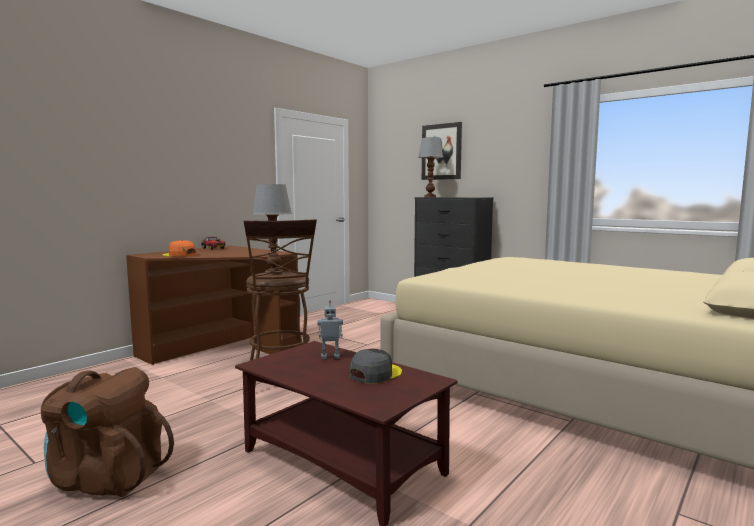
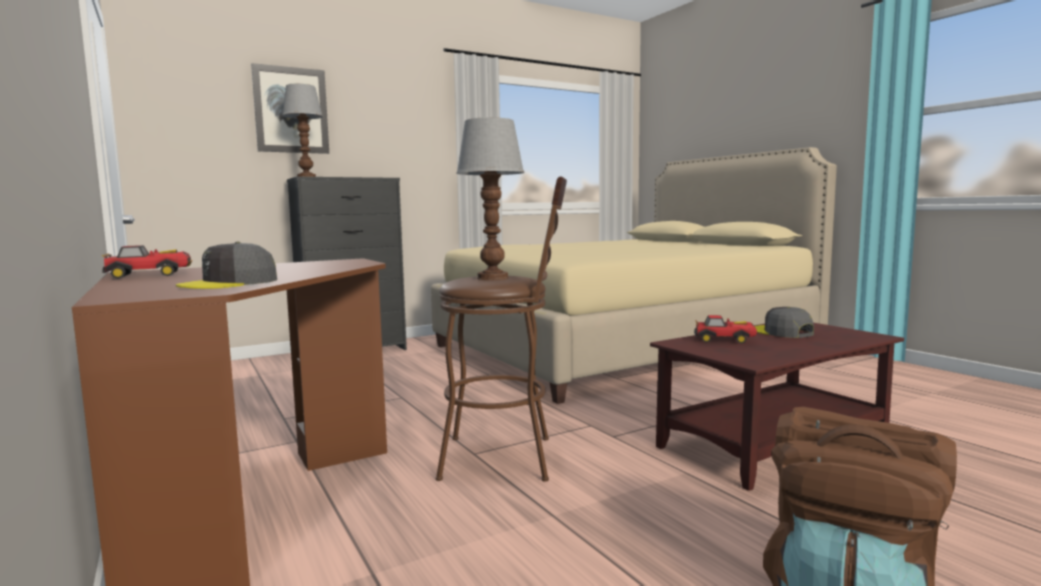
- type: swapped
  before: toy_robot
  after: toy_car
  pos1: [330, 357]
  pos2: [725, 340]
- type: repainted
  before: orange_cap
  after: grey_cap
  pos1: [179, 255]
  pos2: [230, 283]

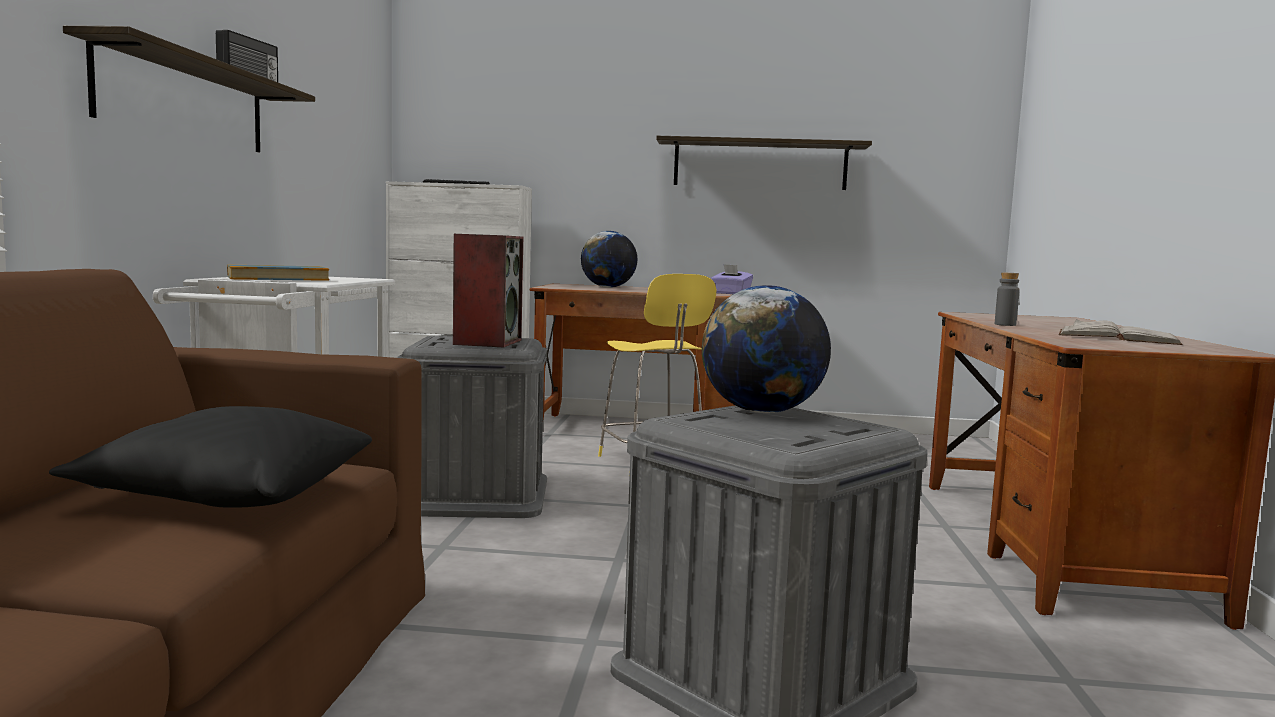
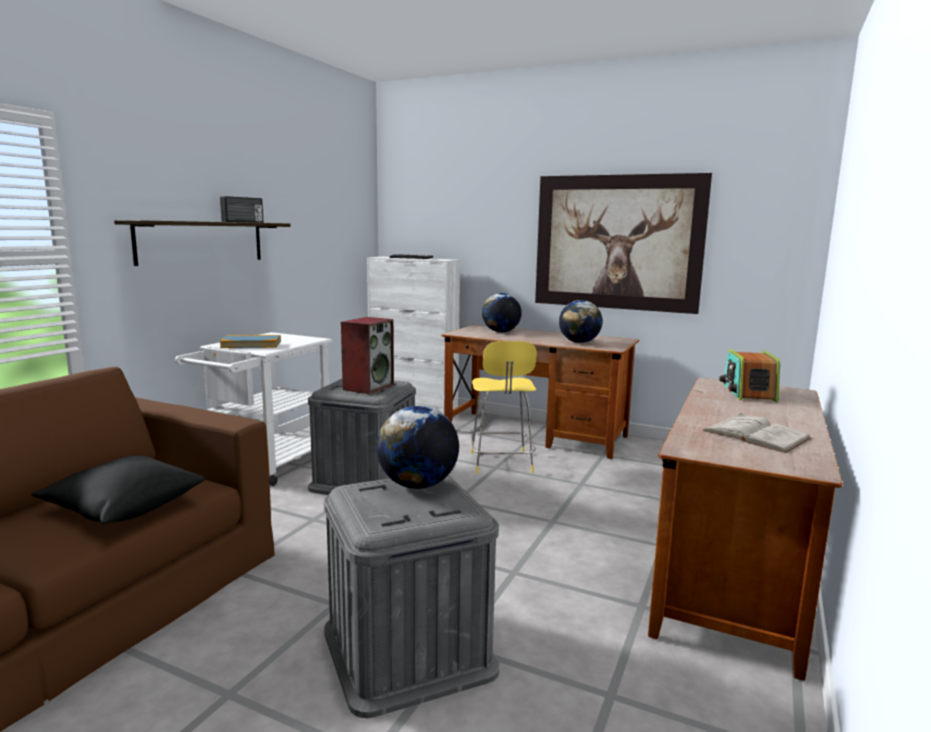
- type: gone
  before: grey_bottle
  pos1: [1005, 324]
- type: new
  after: radio
  pos2: [748, 393]
- type: swapped
  before: shelf
  after: picture
  pos1: [760, 165]
  pos2: [617, 242]
- type: swapped
  before: purple_tissue_box
  after: globe
  pos1: [730, 293]
  pos2: [579, 342]

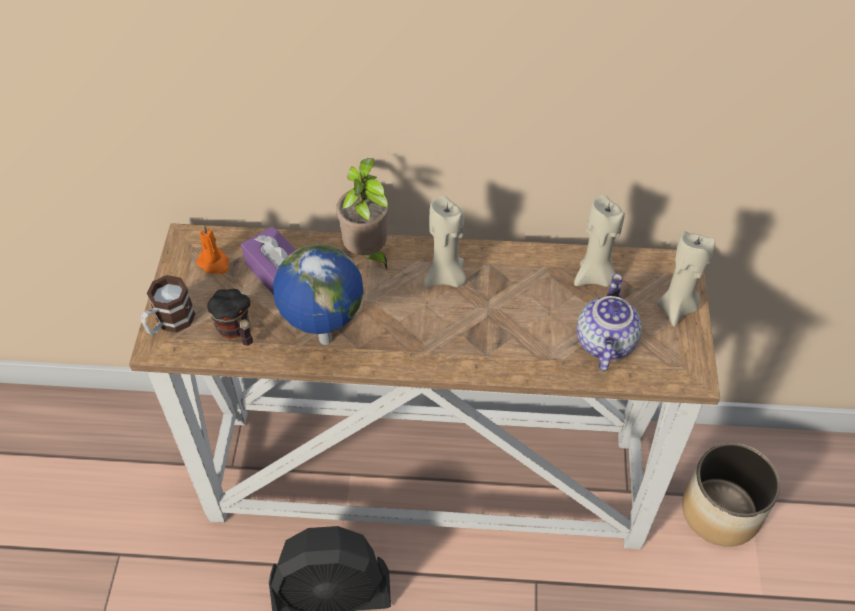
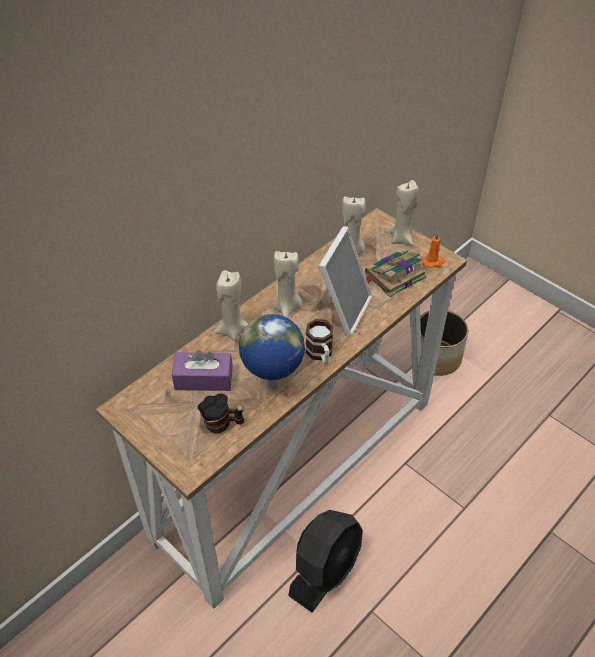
- type: new
  after: picture_frame
  pos2: [341, 310]
- type: shifted
  before: mug
  pos1: [169, 322]
  pos2: [320, 354]
- type: shifted
  before: orange_candle
  pos1: [214, 263]
  pos2: [433, 262]
- type: swapped
  before: potted_plant
  after: beige_candle
  pos1: [367, 253]
  pos2: [232, 330]
- type: swapped
  before: teapot
  after: book
  pos1: [603, 341]
  pos2: [394, 276]

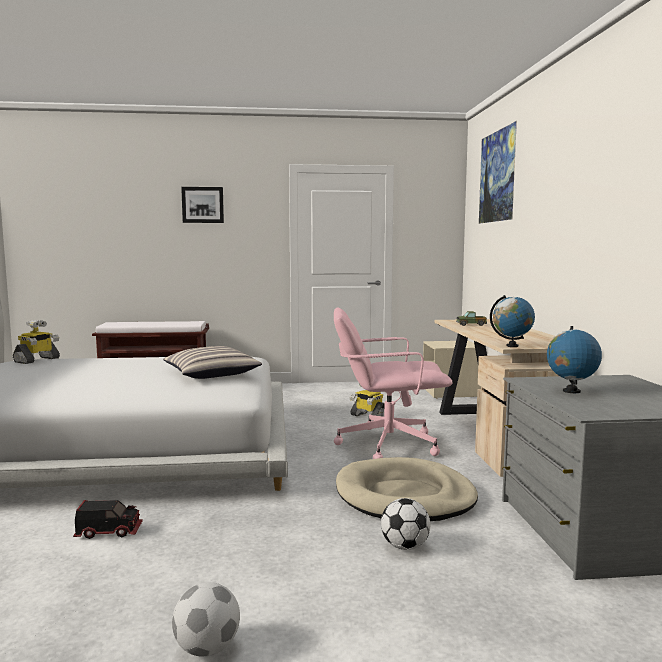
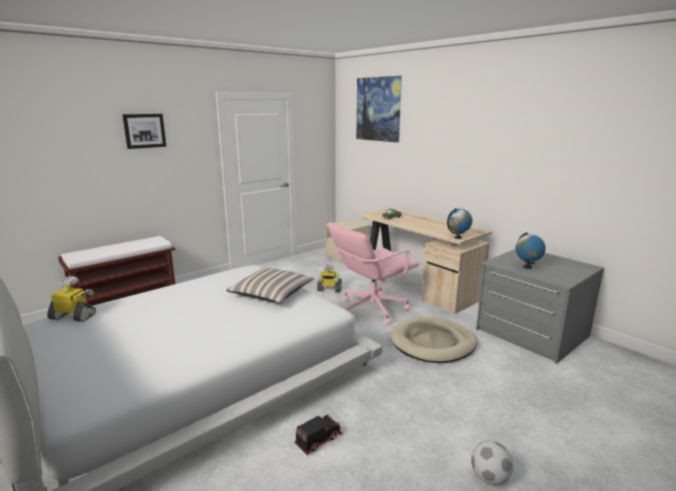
- type: gone
  before: football
  pos1: [405, 546]
- type: rotated
  before: toy_robot
  pos1: [37, 360]
  pos2: [73, 316]
  turn: -75

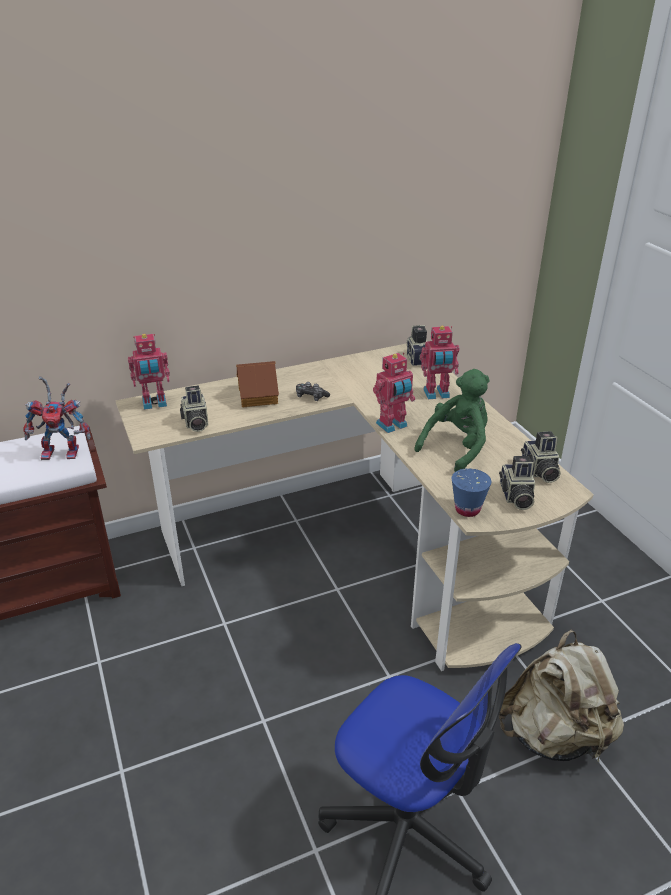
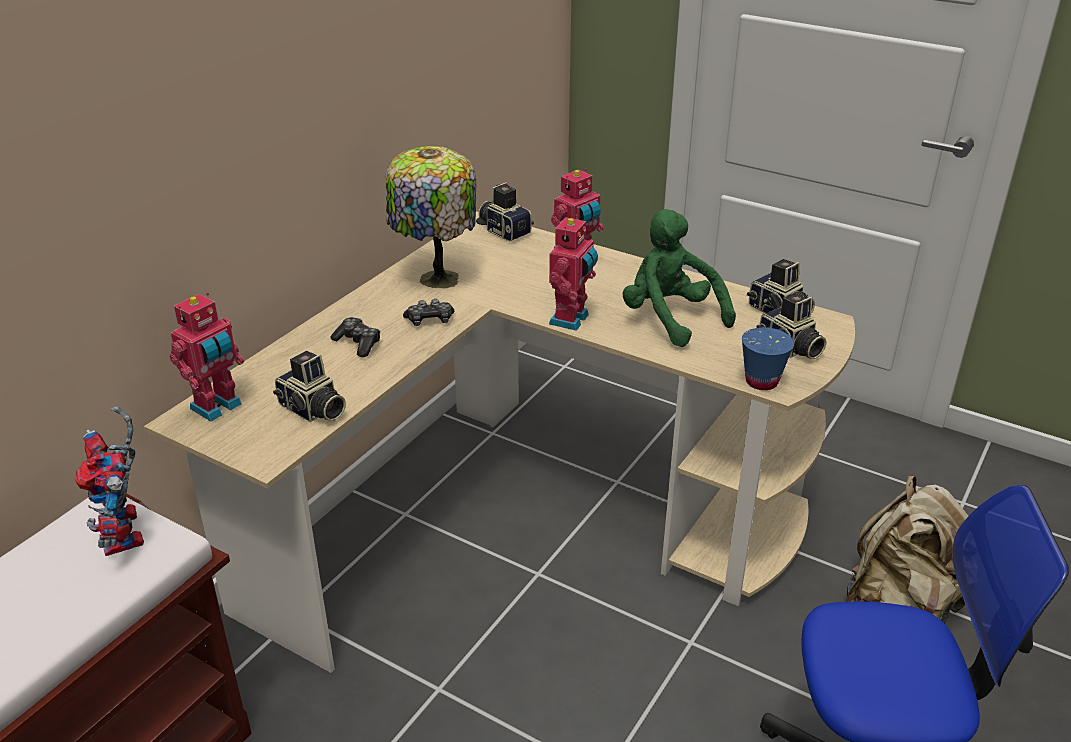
- type: new
  after: table_lamp
  pos2: [436, 280]
- type: swapped
  before: toy_house
  after: game_controller
  pos1: [258, 396]
  pos2: [358, 343]
- type: rotated
  before: toy_robot
  pos1: [65, 451]
  pos2: [127, 535]
  turn: 105
- type: rotated
  before: green_plush_toy
  pos1: [457, 447]
  pos2: [670, 318]
  turn: -45

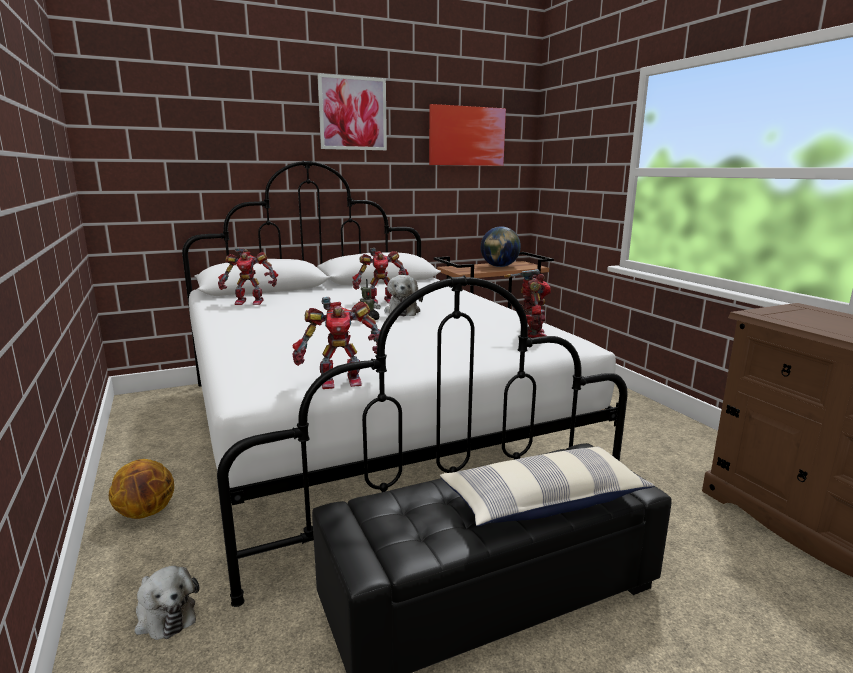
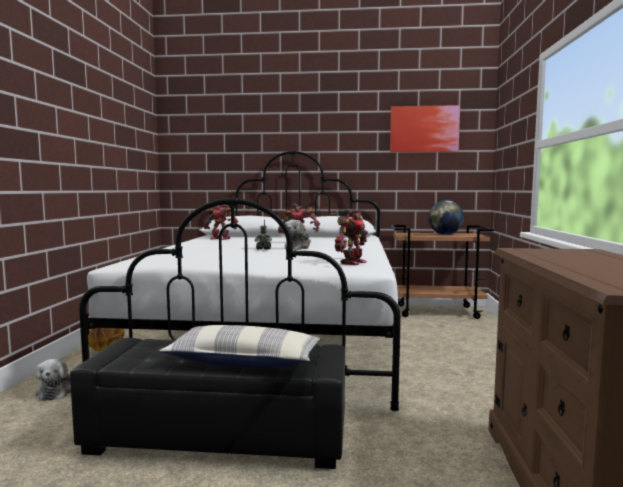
- type: gone
  before: toy_robot
  pos1: [340, 380]
- type: gone
  before: picture
  pos1: [352, 113]

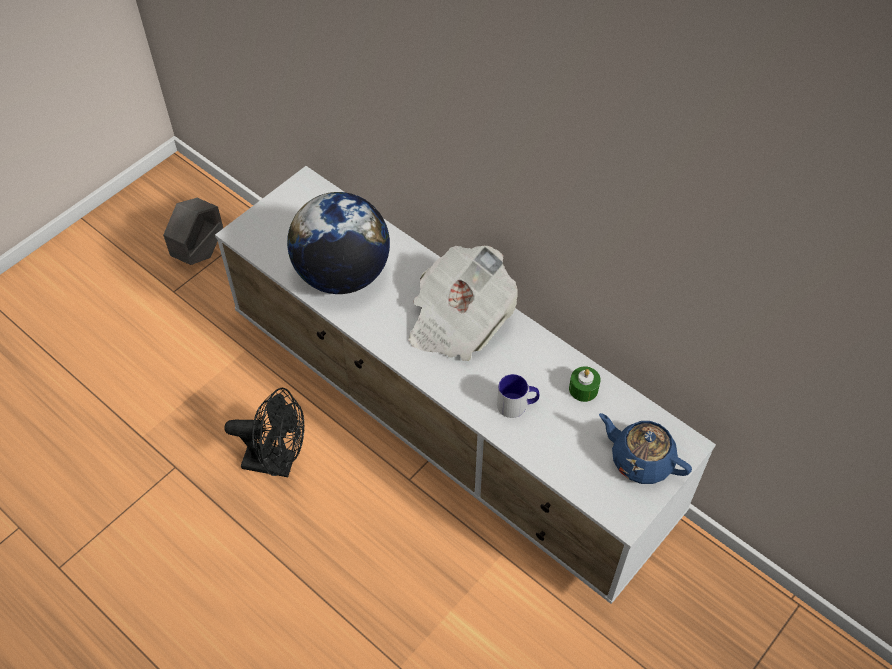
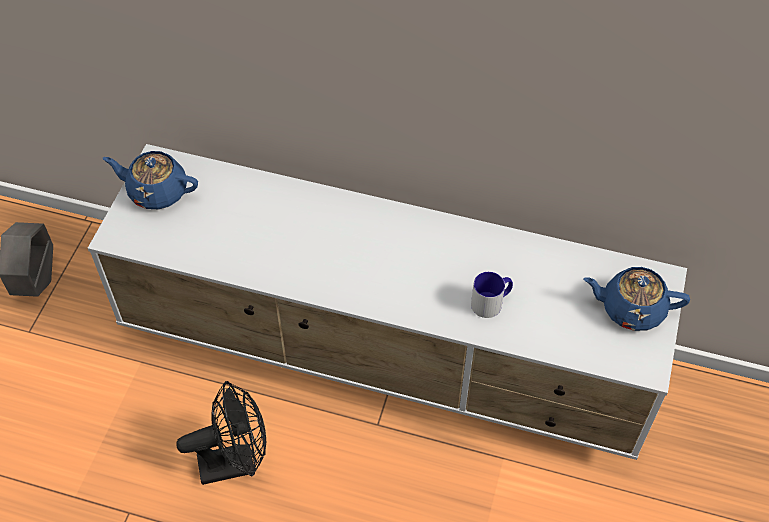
- type: gone
  before: globe
  pos1: [342, 275]
- type: gone
  before: newspaper
  pos1: [458, 321]
- type: gone
  before: green_candle
  pos1: [583, 389]
- type: new
  after: blue_teapot
  pos2: [157, 191]

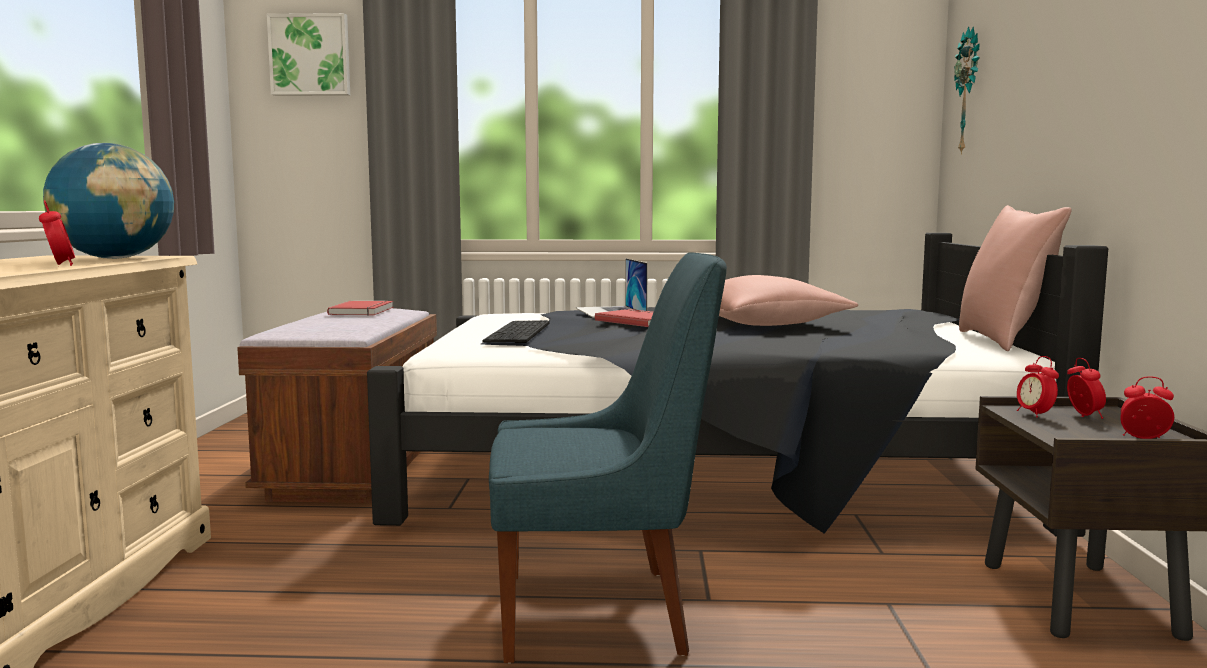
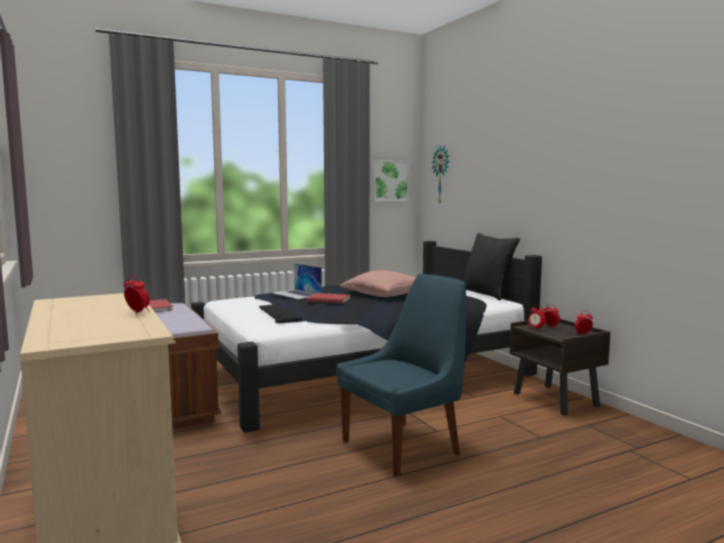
- type: gone
  before: globe
  pos1: [115, 258]
- type: shifted
  before: picture
  pos1: [310, 55]
  pos2: [389, 181]
- type: repainted
  before: pink_pillow
  after: black_pillow
  pos1: [1003, 341]
  pos2: [487, 294]

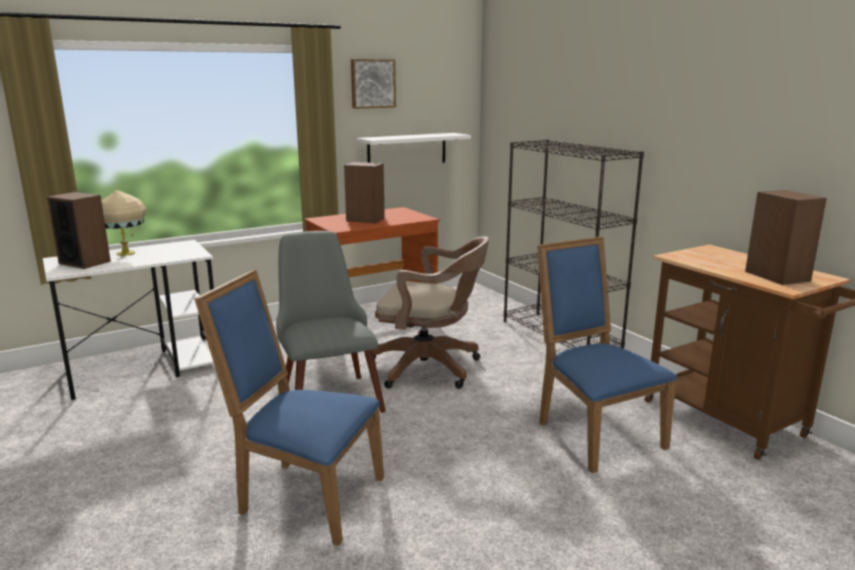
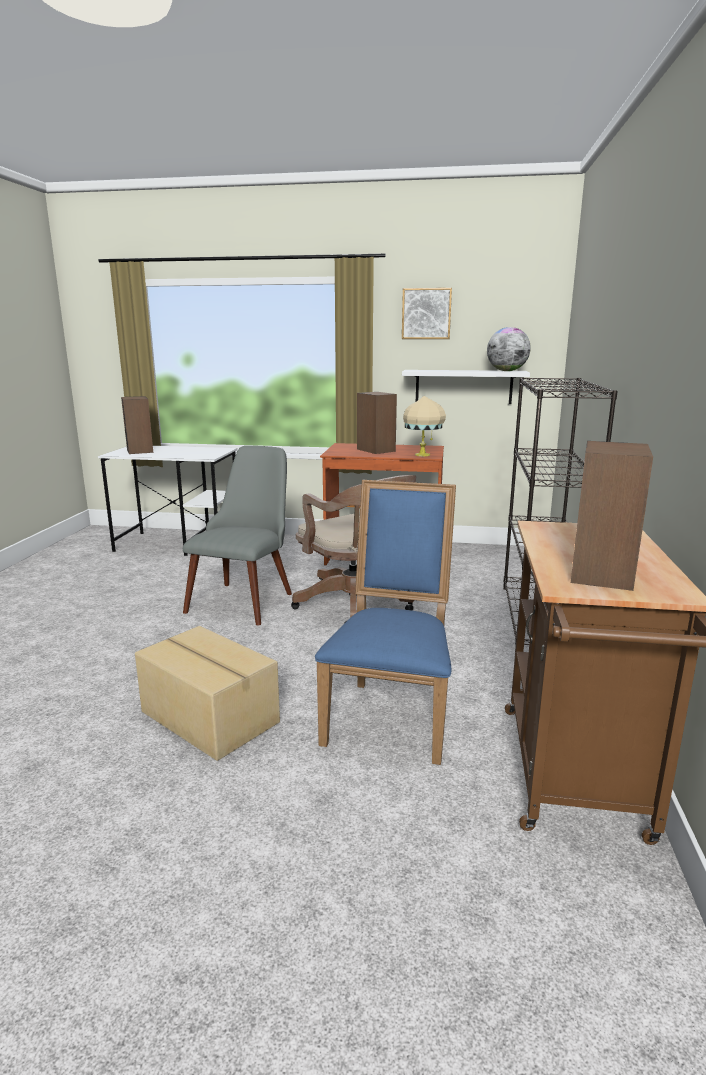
- type: gone
  before: blue_chair
  pos1: [304, 496]
- type: new
  after: cardboard_box
  pos2: [208, 718]
- type: new
  after: globe
  pos2: [506, 371]
- type: shifted
  before: beige_table_lamp
  pos1: [127, 253]
  pos2: [423, 455]

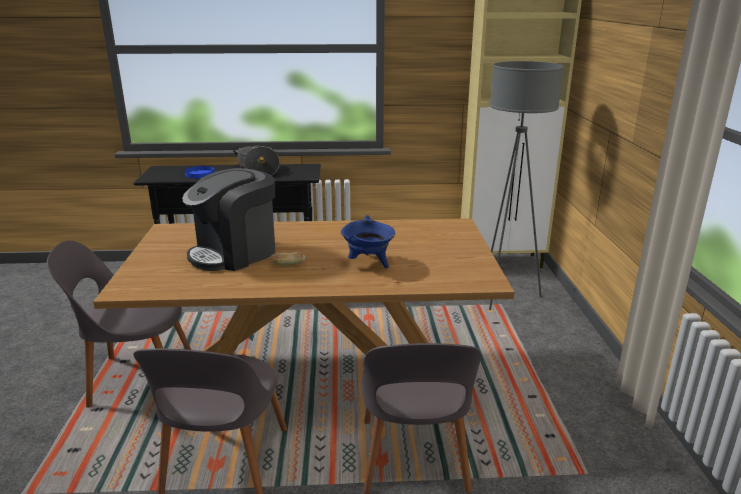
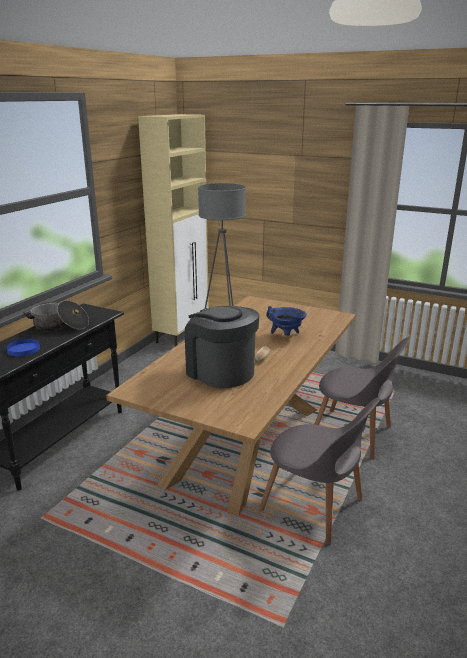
- type: gone
  before: grey_chair
  pos1: [137, 378]
- type: rotated
  before: coffee_machine
  pos1: [235, 253]
  pos2: [220, 371]
  turn: 150

